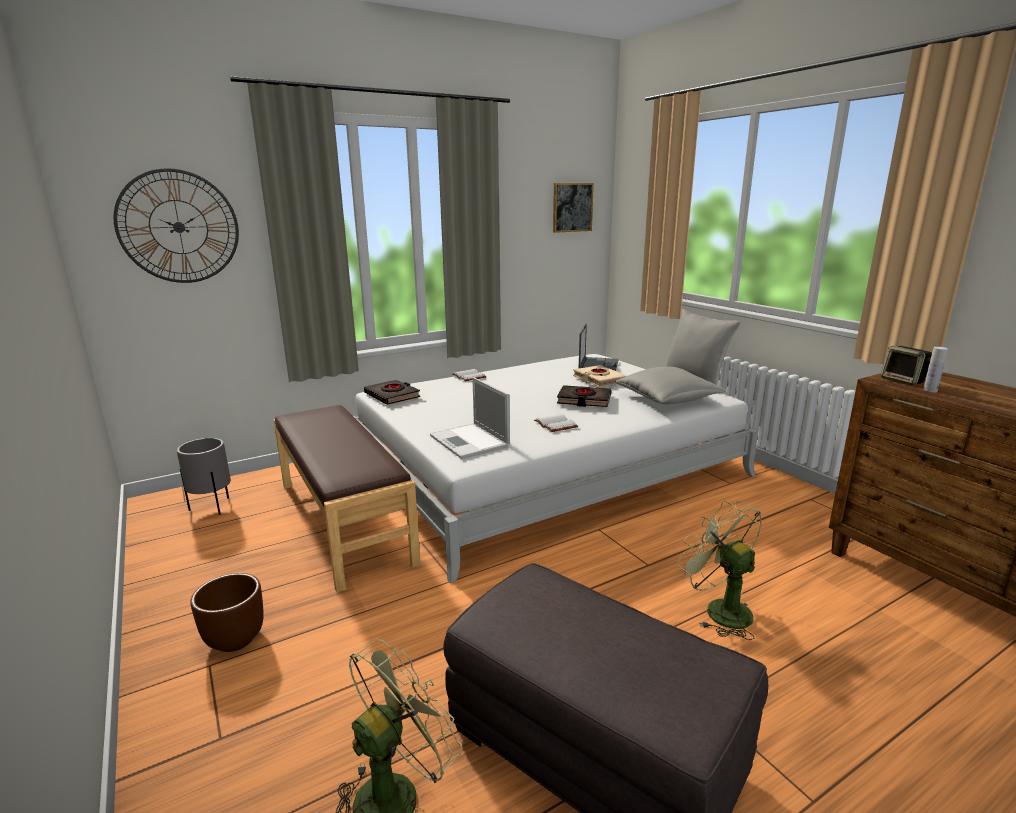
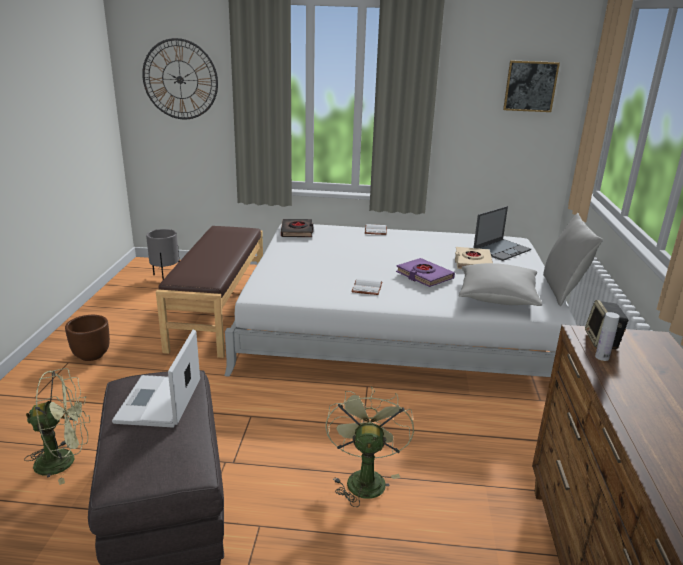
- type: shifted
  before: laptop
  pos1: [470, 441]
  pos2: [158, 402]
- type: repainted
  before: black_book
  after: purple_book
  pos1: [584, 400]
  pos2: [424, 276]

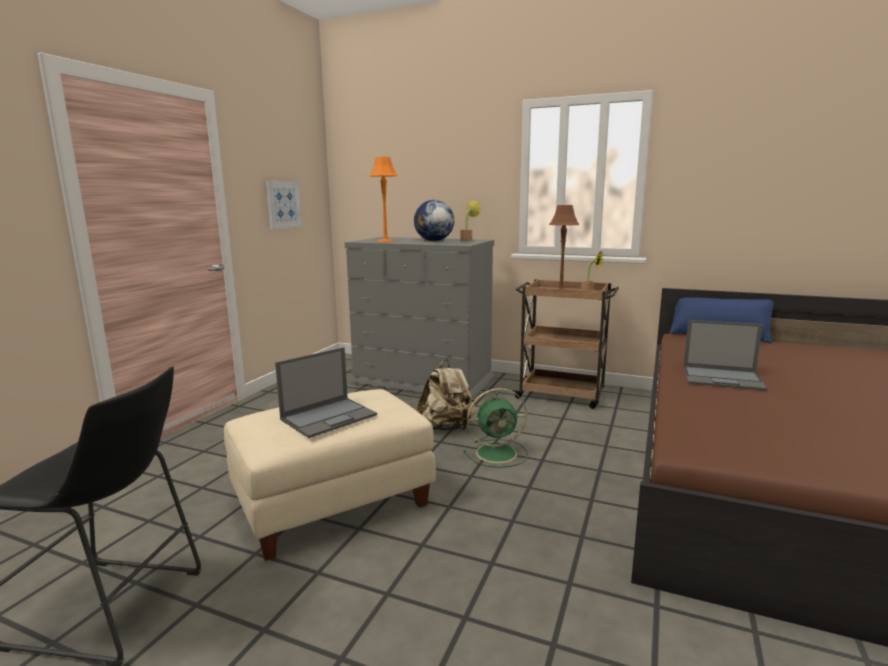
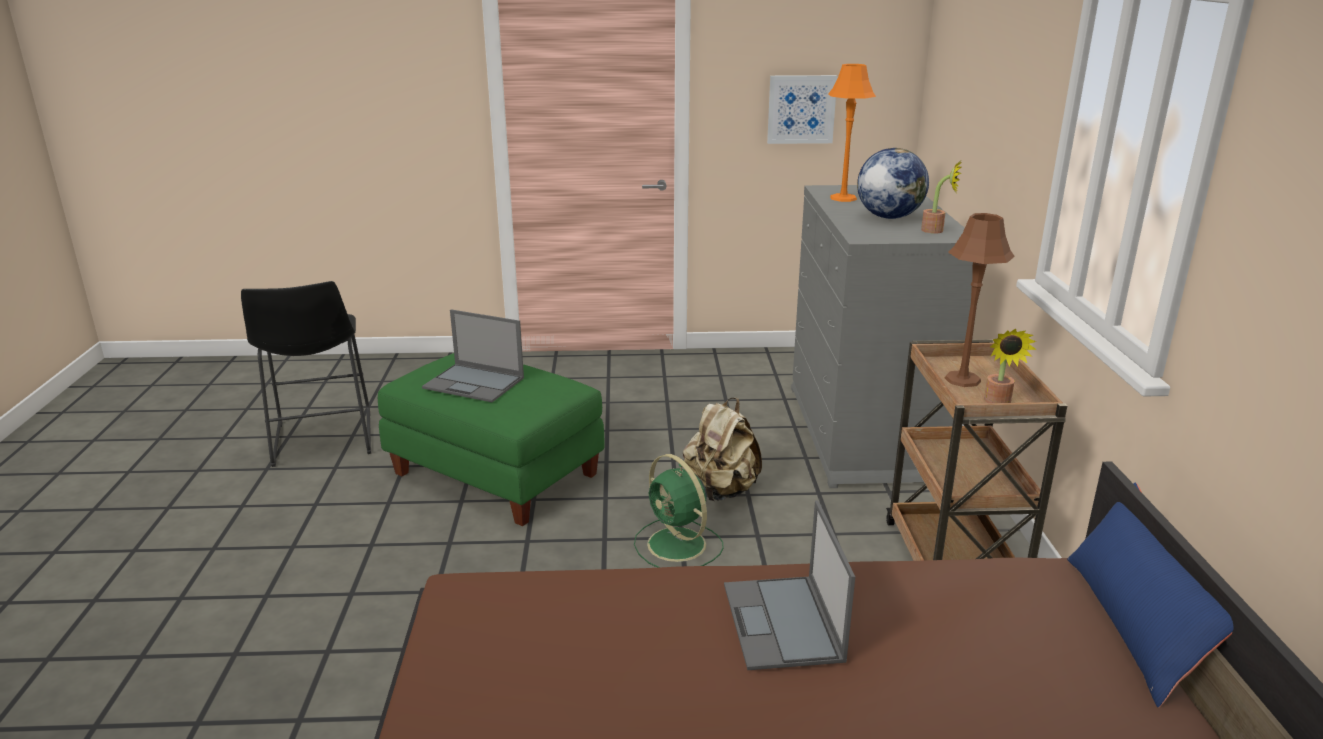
- type: repainted
  before: beige_ottoman
  after: green_ottoman
  pos1: [333, 503]
  pos2: [497, 473]

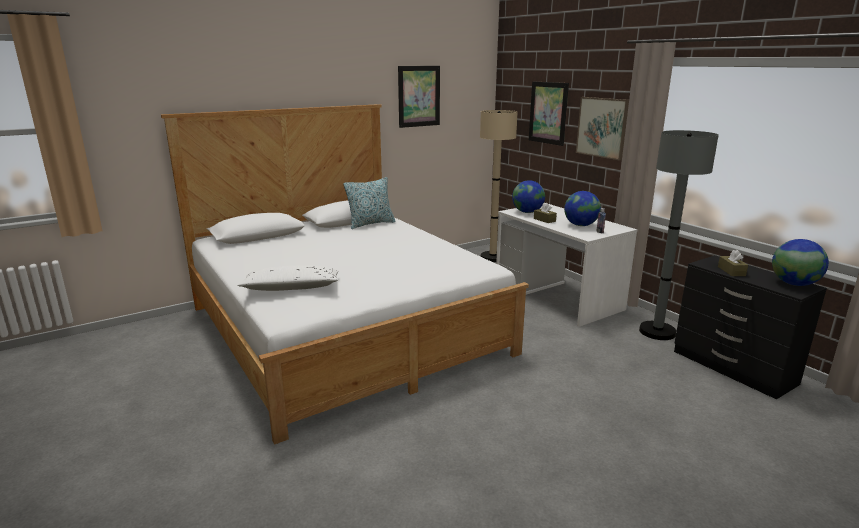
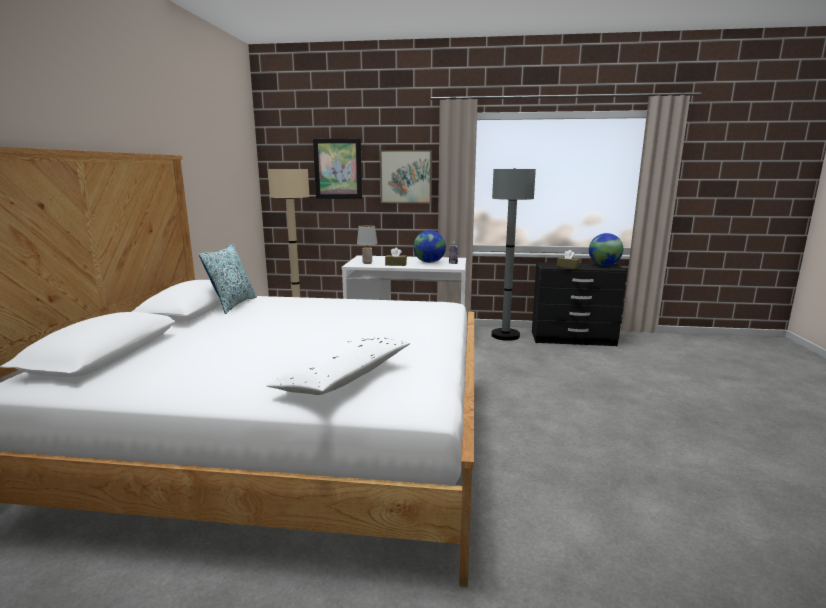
- type: gone
  before: picture
  pos1: [419, 96]
- type: swapped
  before: globe
  after: grey_table_lamp
  pos1: [527, 212]
  pos2: [367, 263]

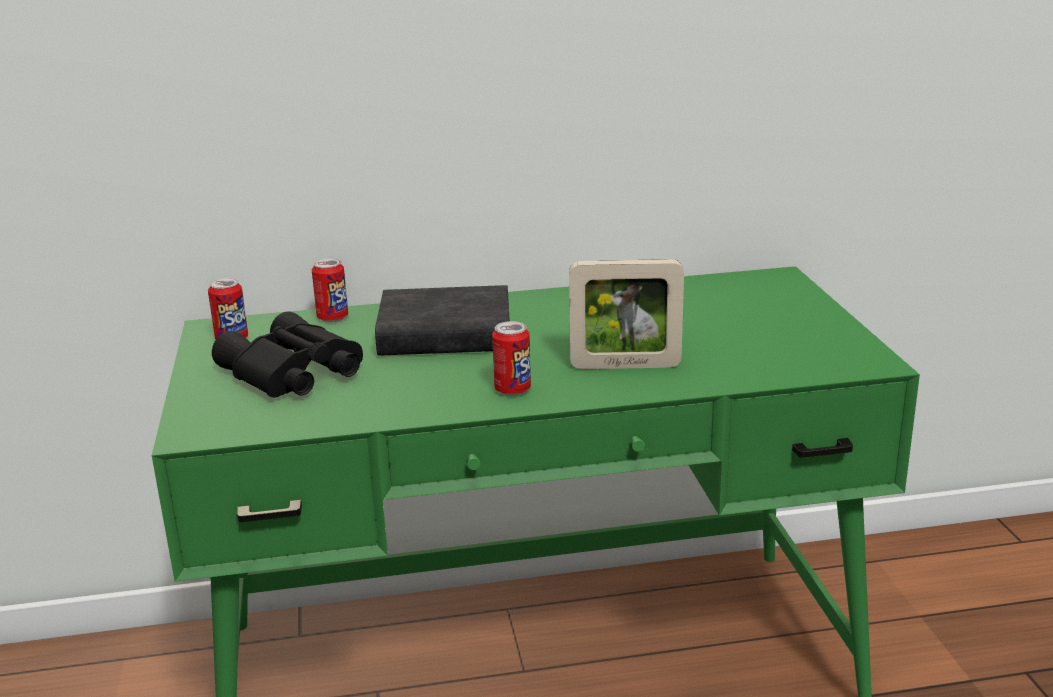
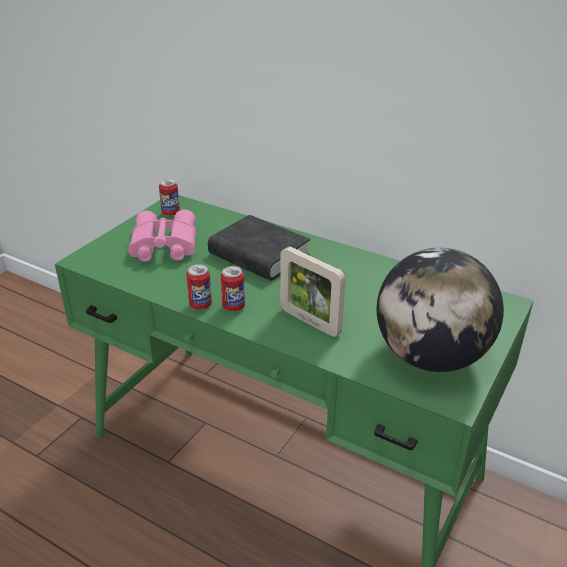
- type: new
  after: globe
  pos2: [430, 357]
- type: shifted
  before: can
  pos1: [332, 318]
  pos2: [200, 305]
- type: repainted
  before: black_binoculars
  after: pink_binoculars
  pos1: [291, 374]
  pos2: [162, 246]

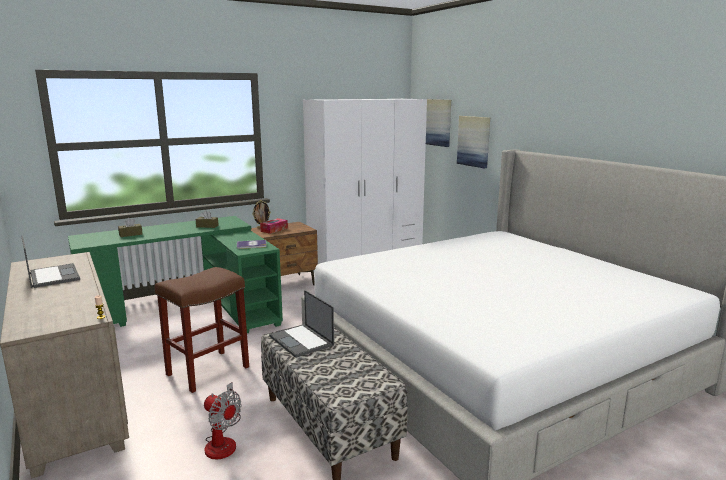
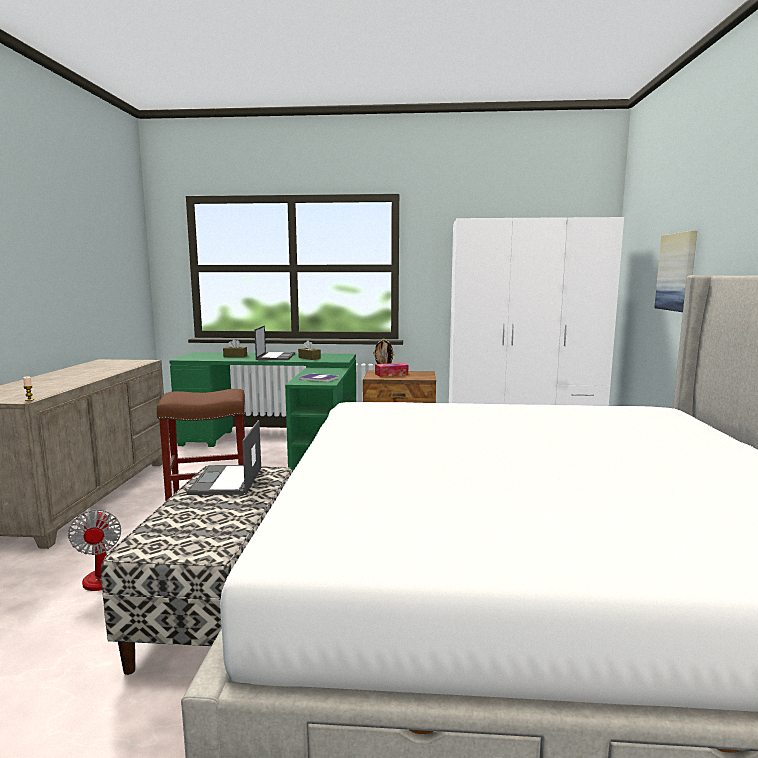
- type: gone
  before: picture
  pos1: [437, 122]
- type: shifted
  before: laptop
  pos1: [53, 276]
  pos2: [275, 357]

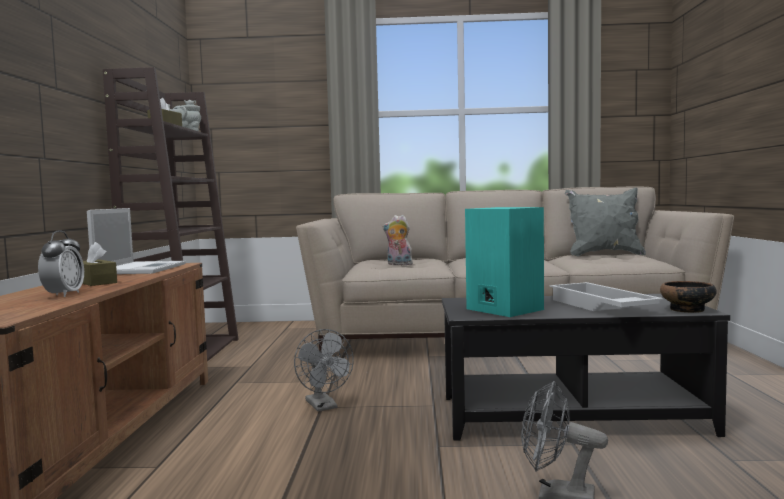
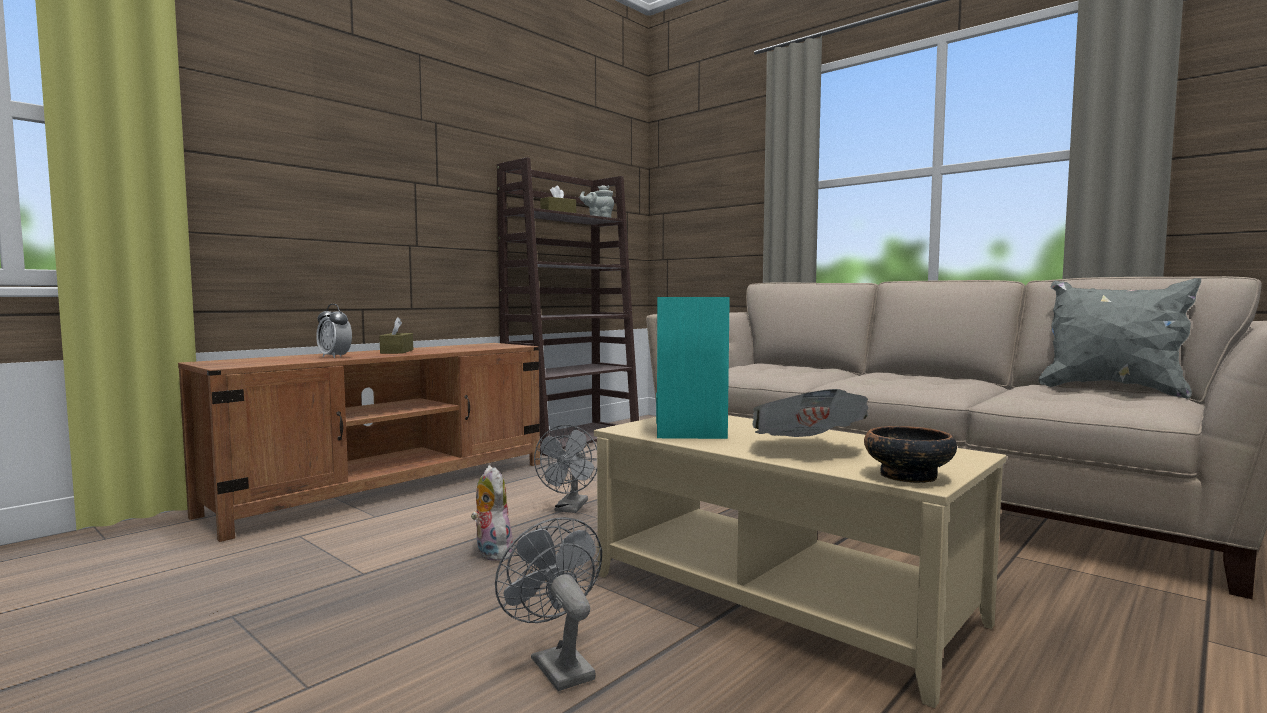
- type: gone
  before: laptop
  pos1: [141, 269]
- type: shifted
  before: plush_toy
  pos1: [398, 264]
  pos2: [491, 553]
- type: swapped
  before: white_tray
  after: newspaper
  pos1: [599, 306]
  pos2: [807, 448]
- type: repainted
  before: black_coffee_table
  after: beige_coffee_table
  pos1: [570, 414]
  pos2: [781, 597]
- type: rotated
  before: alarm_clock
  pos1: [63, 295]
  pos2: [335, 357]
  turn: 90

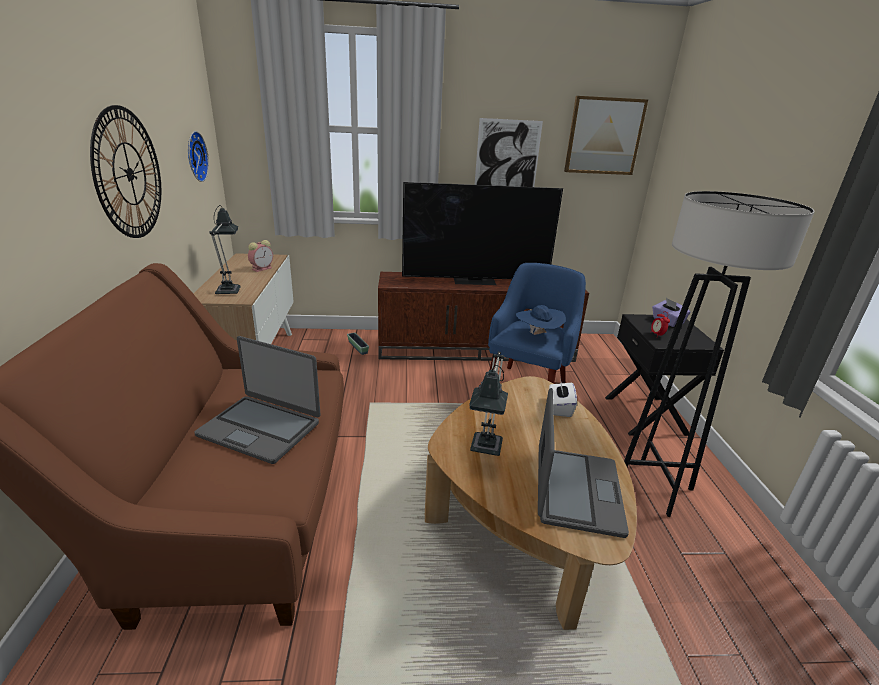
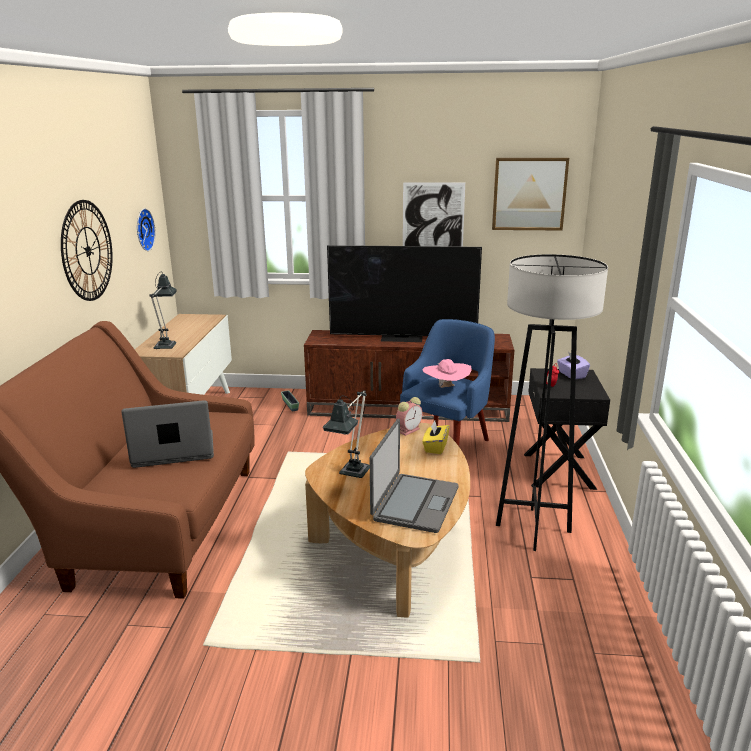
- type: shifted
  before: alarm_clock
  pos1: [262, 268]
  pos2: [409, 430]
- type: repainted
  before: blue_hat
  after: pink_hat
  pos1: [538, 335]
  pos2: [446, 388]
- type: repainted
  before: white_tissue_box
  after: yellow_tissue_box
  pos1: [559, 408]
  pos2: [435, 447]
- type: rotated
  before: laptop
  pos1: [260, 428]
  pos2: [173, 451]
  turn: 135

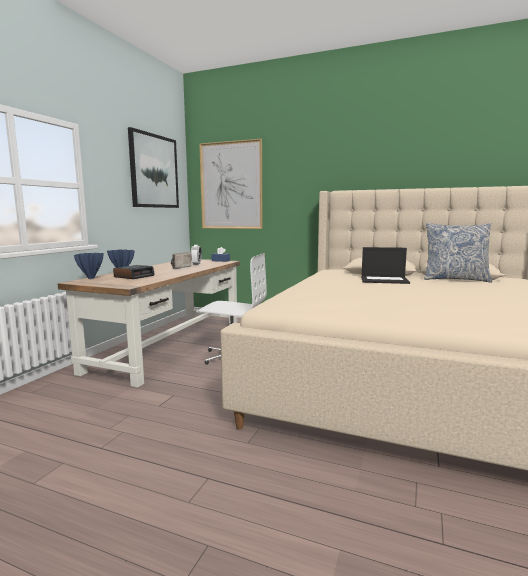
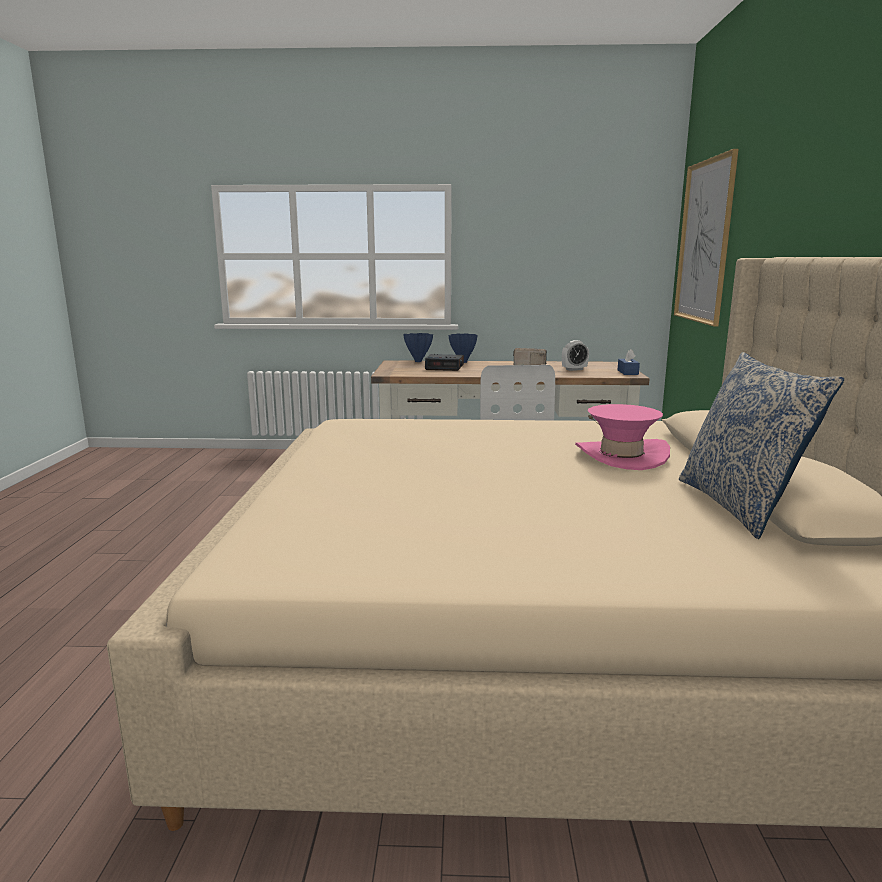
- type: gone
  before: picture
  pos1: [154, 171]
- type: swapped
  before: laptop
  after: pink_hat
  pos1: [384, 280]
  pos2: [621, 456]

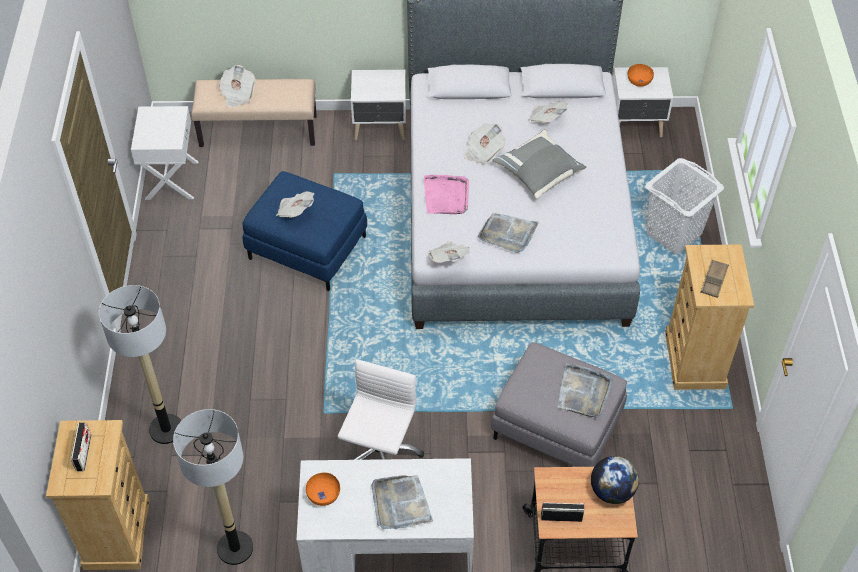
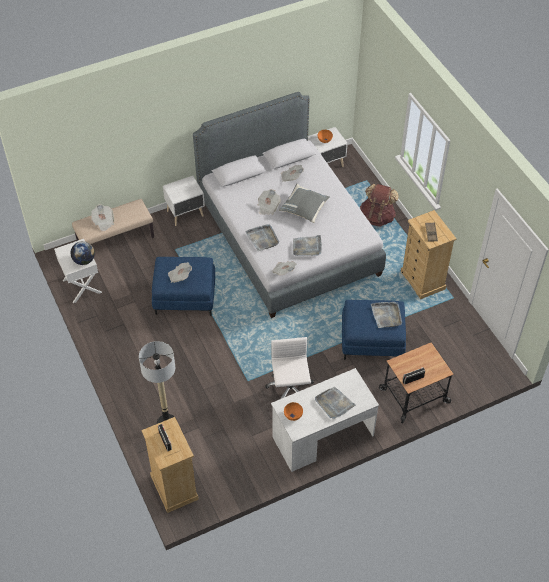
- type: gone
  before: floor_lamp
  pos1: [235, 548]
- type: shifted
  before: globe
  pos1: [612, 491]
  pos2: [84, 260]
- type: swapped
  before: white_laundry_basket
  after: brown_backpack
  pos1: [674, 233]
  pos2: [377, 217]
- type: repainted
  before: pink_tray
  after: grey_tray
  pos1: [446, 196]
  pos2: [263, 238]
- type: repainted
  before: grey_ottoman
  after: blue_ottoman
  pos1: [557, 425]
  pos2: [372, 340]

